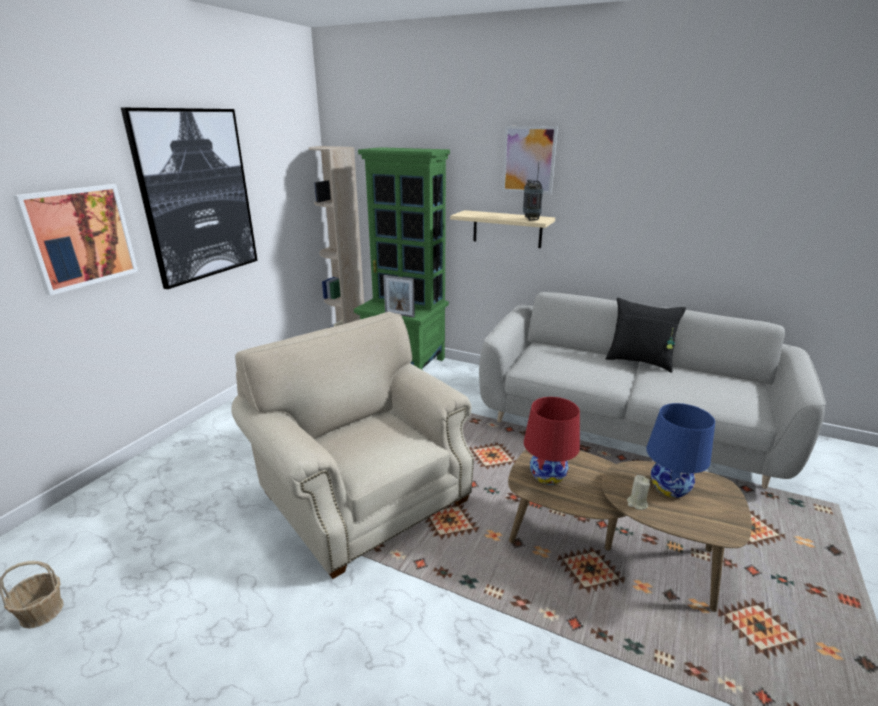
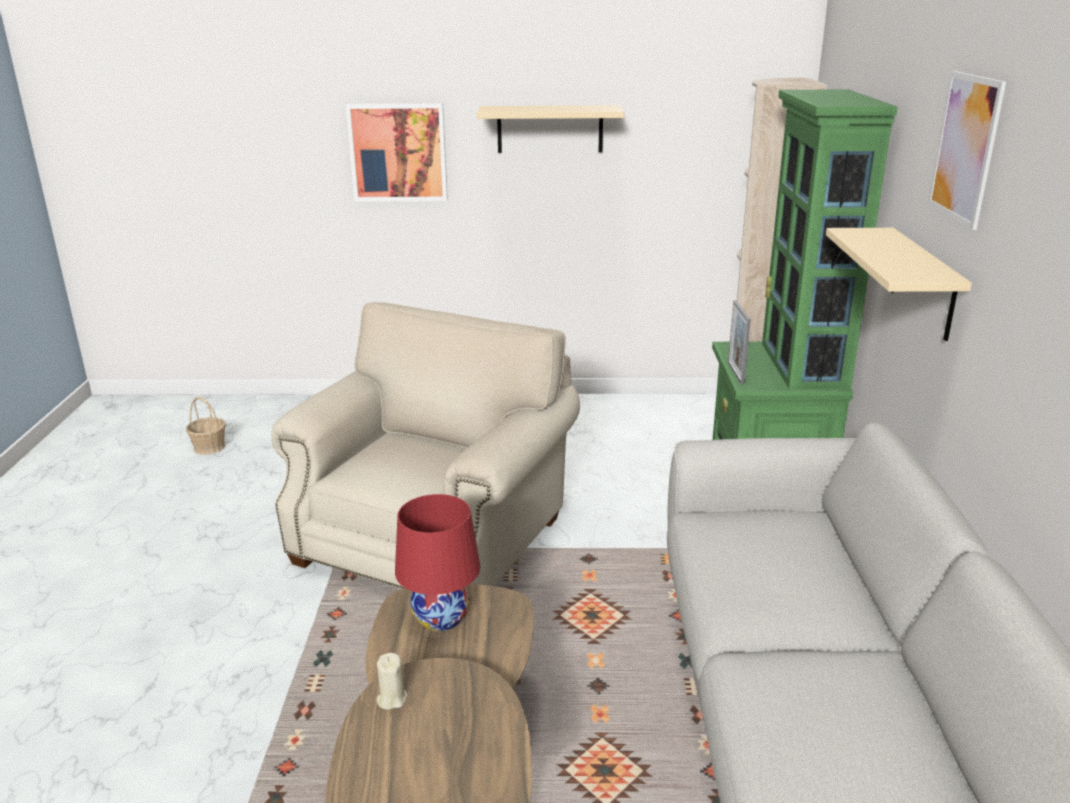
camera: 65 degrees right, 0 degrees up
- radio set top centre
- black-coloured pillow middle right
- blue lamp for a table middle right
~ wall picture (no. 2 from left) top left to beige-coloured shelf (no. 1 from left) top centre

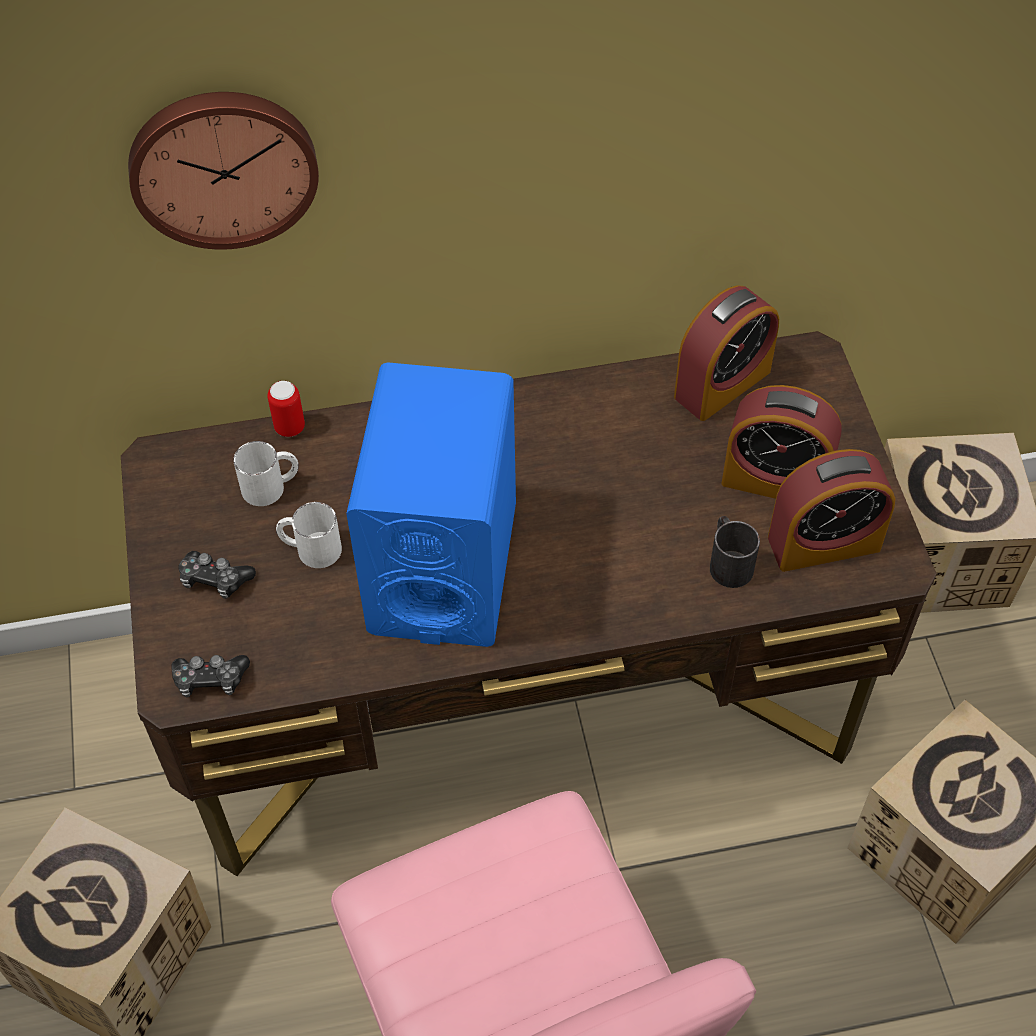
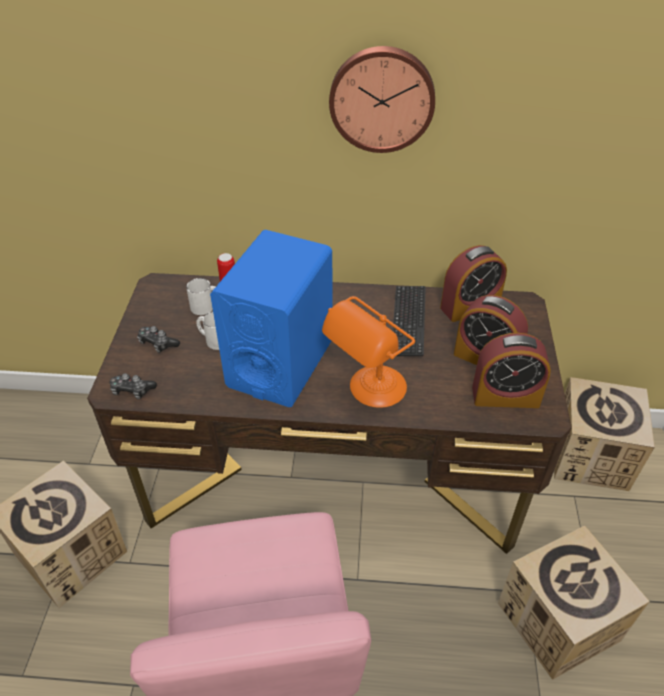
camera: 15 degrees right, 10 degrees down
- black-coloured tea mug middle right
+ orange-coloured lamp for a table centre
+ keyboard centre
~ clock on the wall top left to top centre

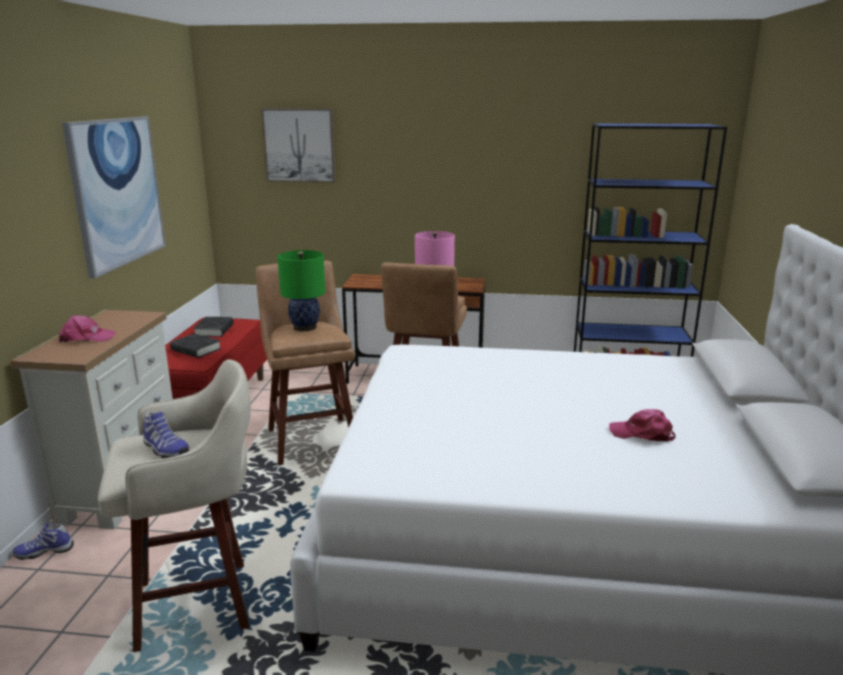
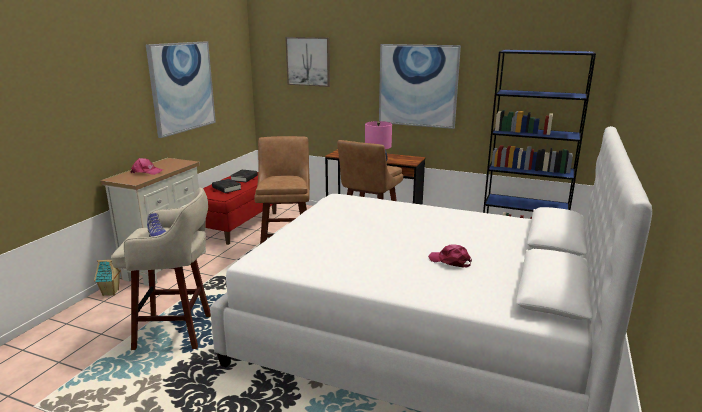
camera: 15 degrees right, 0 degrees up
- greenish lamp for a table centre
+ wall picture (no. 3 from left) top centre
~ low shoe (no. 1 from left) bottom left to toy house bottom left

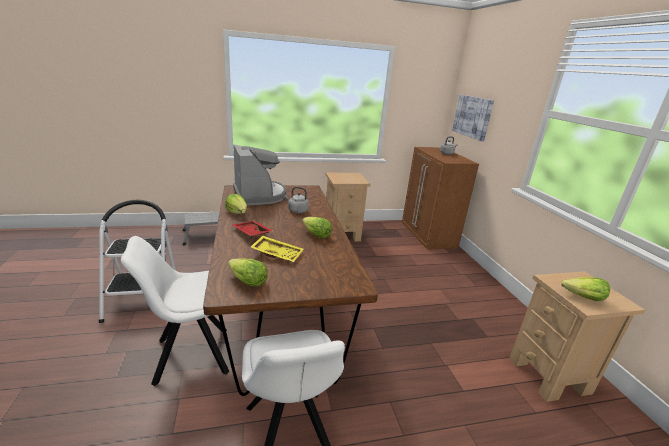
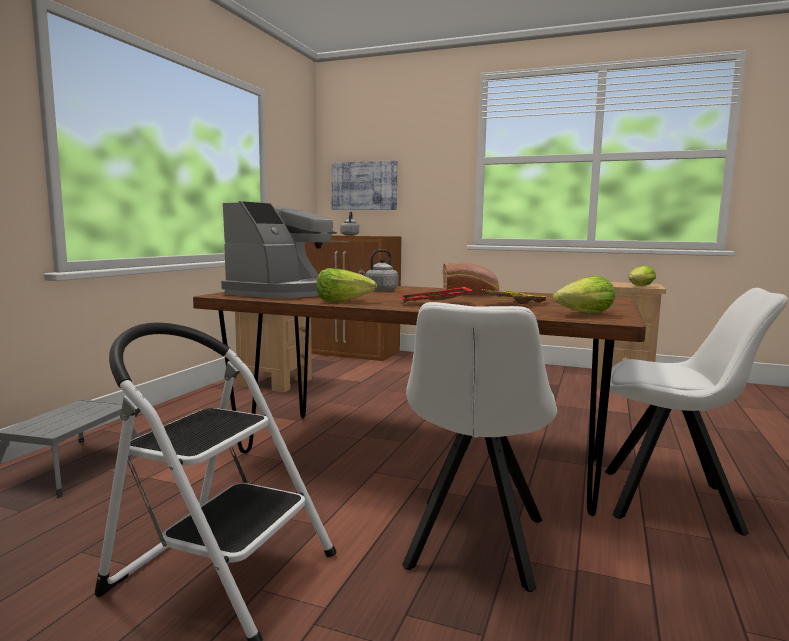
camera: 55 degrees left, 15 degrees down
~ lettuce (no. 3 from left) centre to bread centre
~ coffee brewer centre = centre 105 degrees clockwise

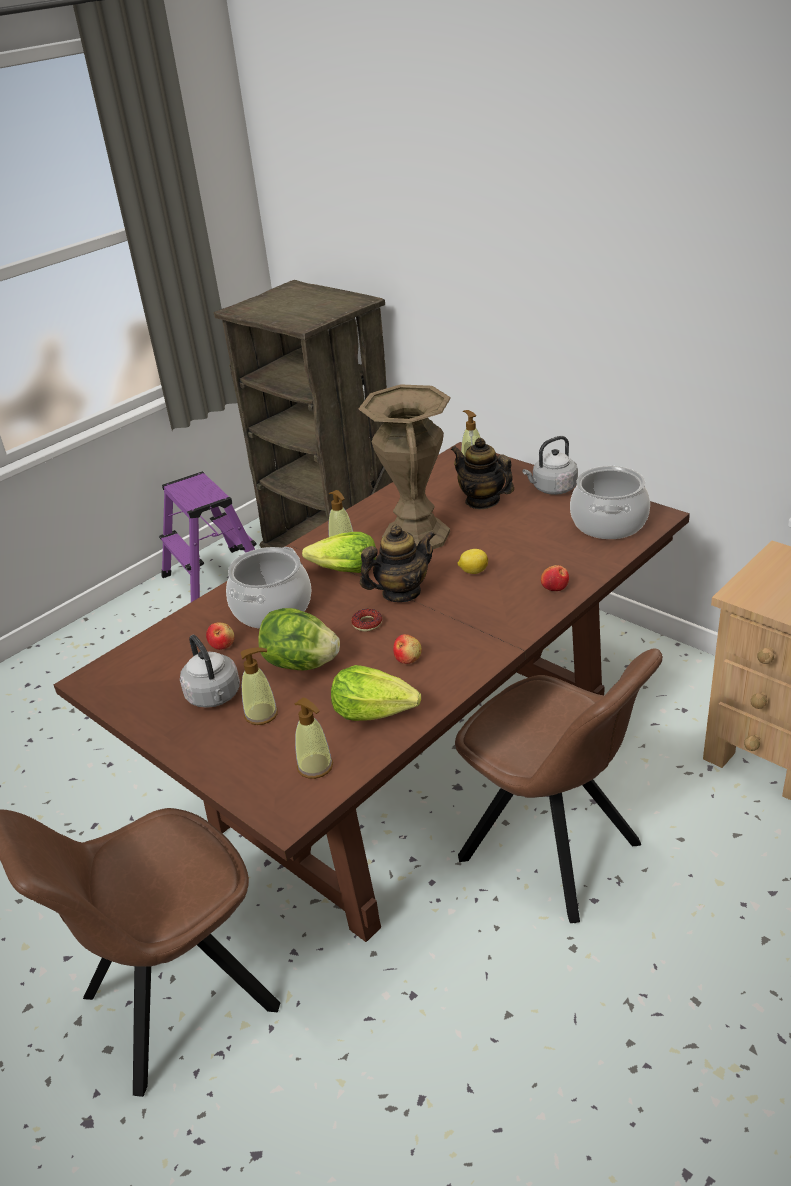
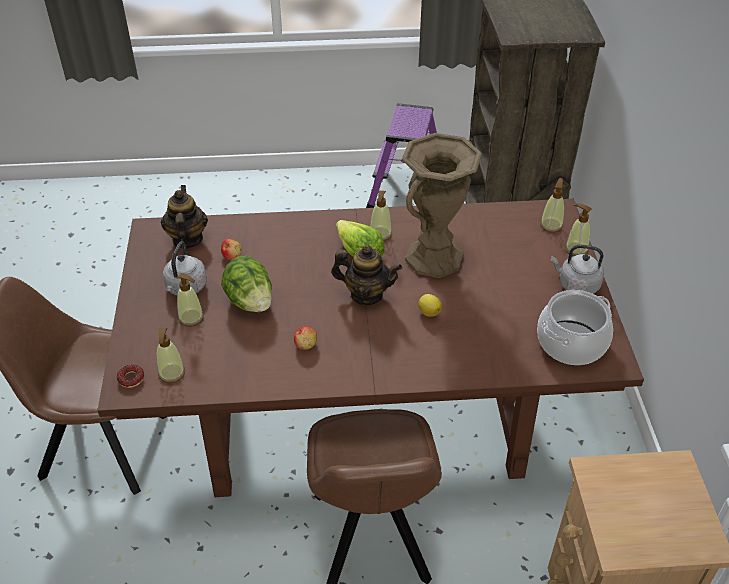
camera: 40 degrees right, 10 degrees up
- cooking pot (no. 1 from left) centre
- lettuce (no. 3 from left) centre
- whole apple (no. 3 from left) middle right
+ soap bottle (no. 5 from left) middle right
~ donut centre to middle left
~ teapot (no. 2 from left in the first image) centre to teapot (no. 1 from left) middle left

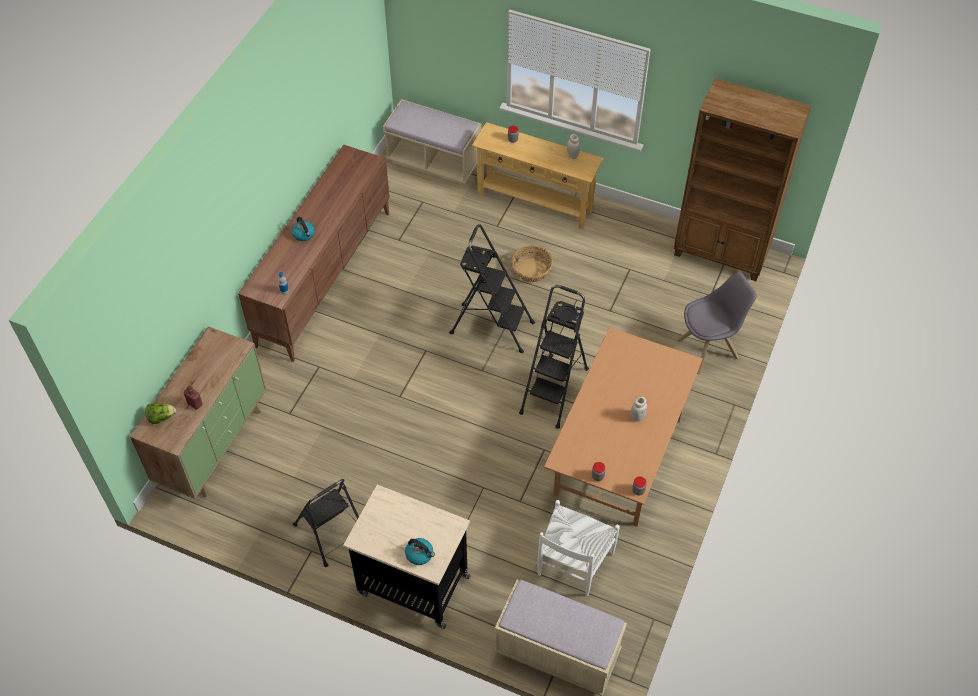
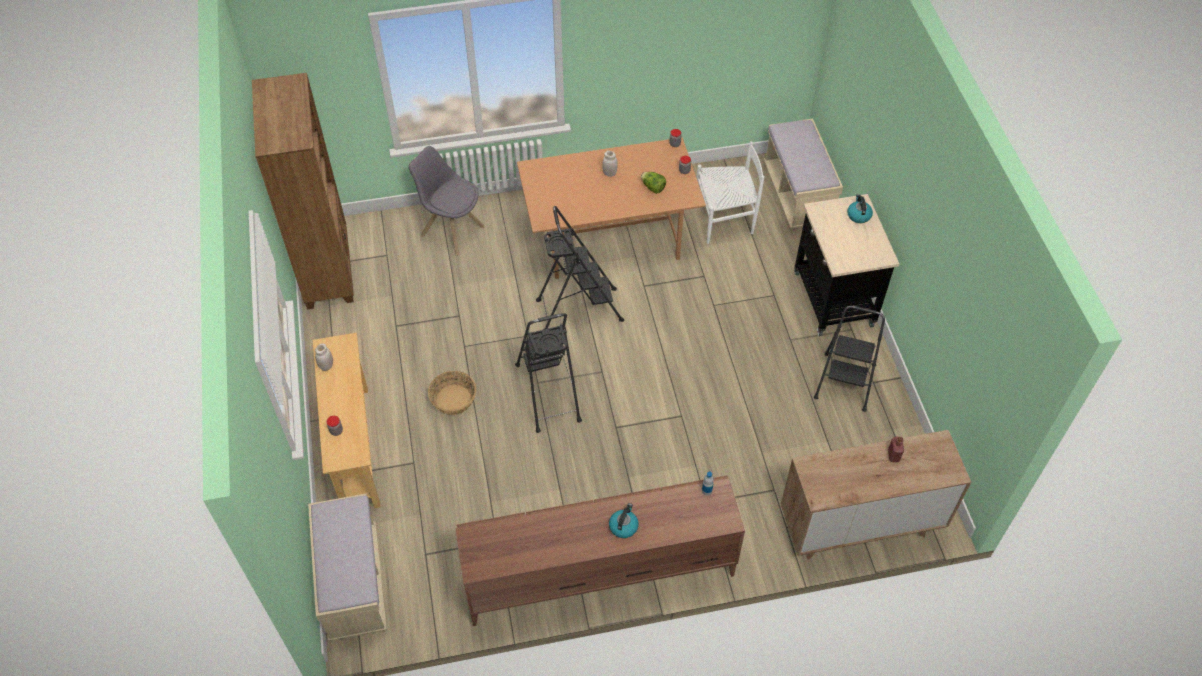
camera: 125 degrees left, 0 degrees up
~ lettuce middle left to top centre

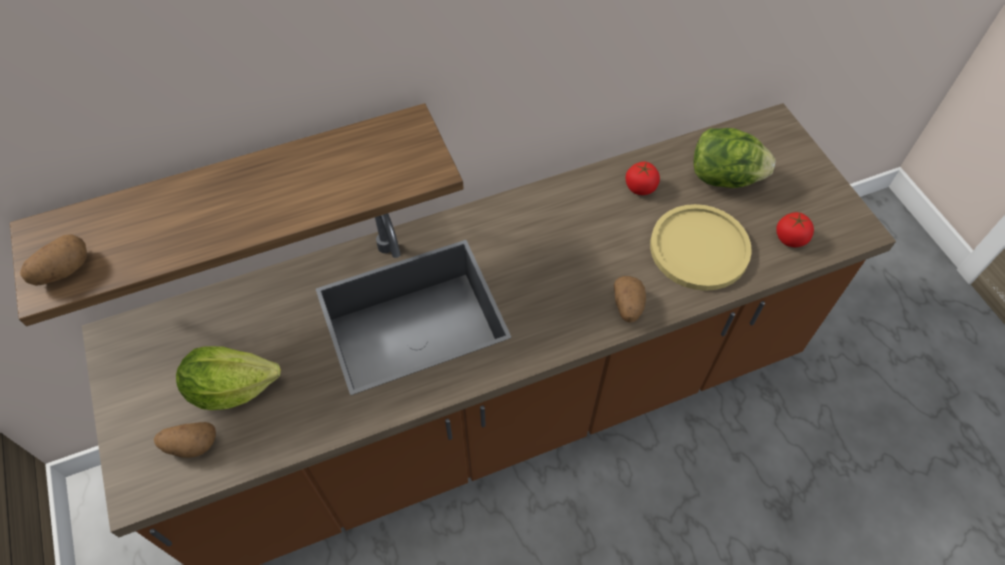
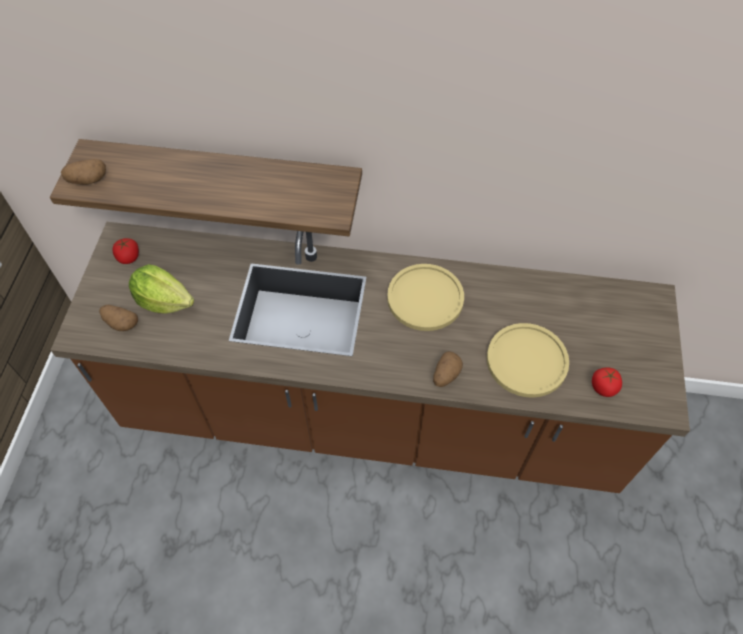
camera: 30 degrees right, 0 degrees up
- lettuce (no. 2 from left) top right
+ yellow-coloured plate (no. 1 from left) centre
~ whole tomato (no. 1 from left) top centre to middle left

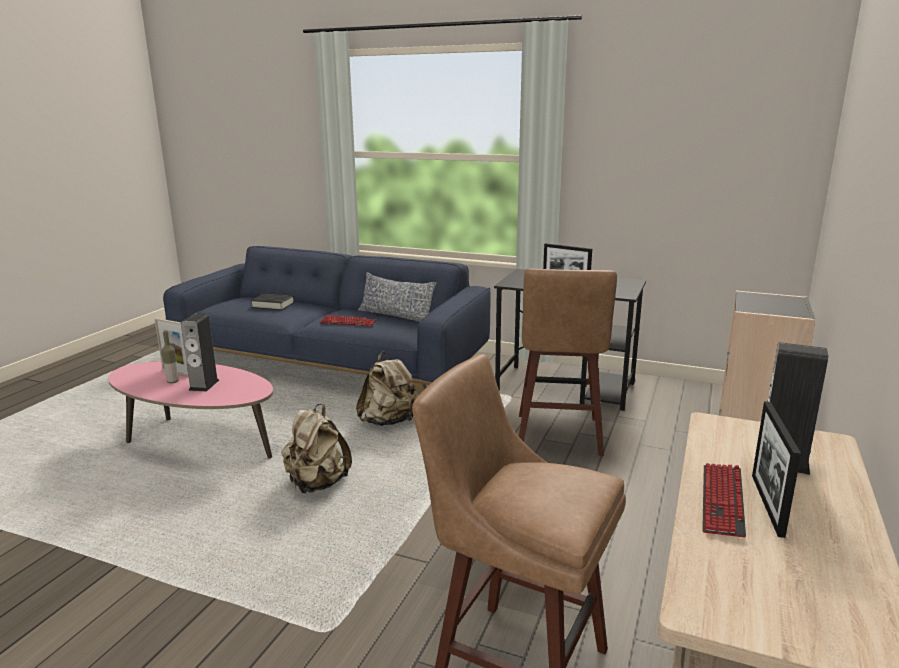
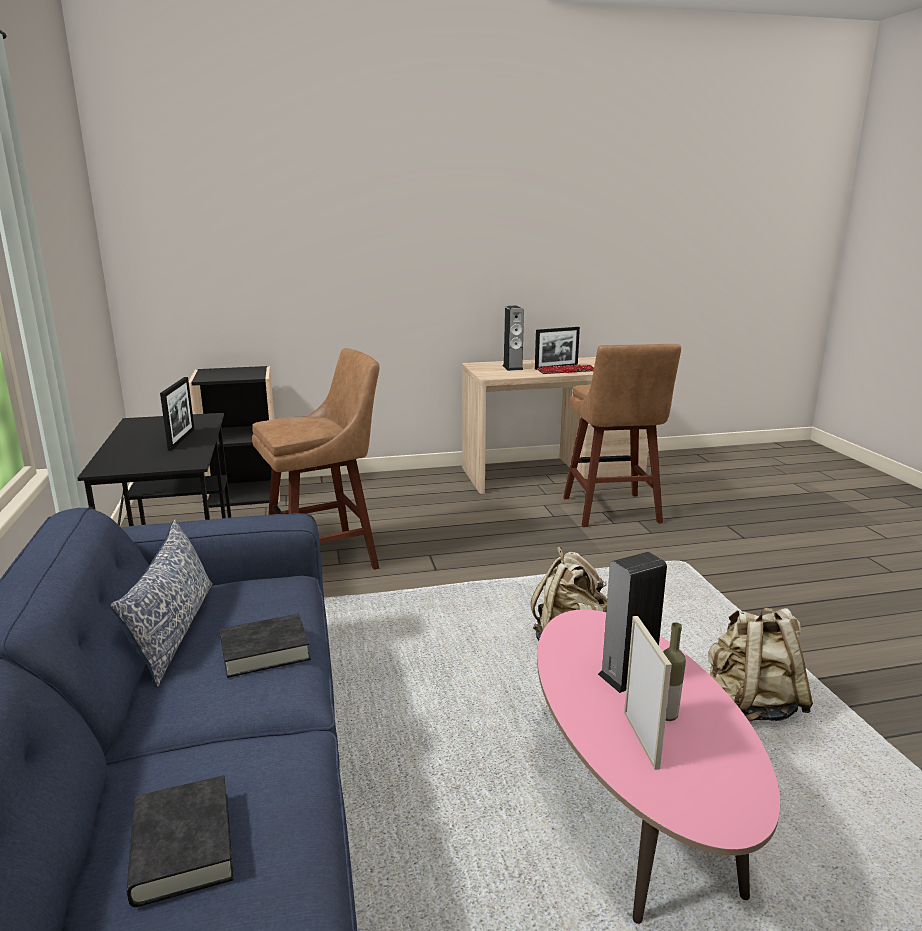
camera: 125 degrees left, 0 degrees up
~ beige-coloured backpack (no. 2 from left) centre to bottom right
~ keyboard (no. 1 from left) centre to black-coloured bound book (no. 2 from left) bottom left

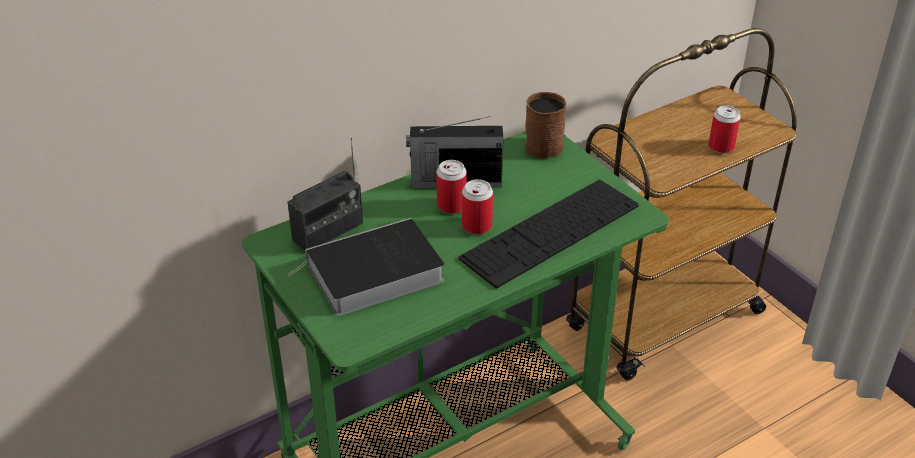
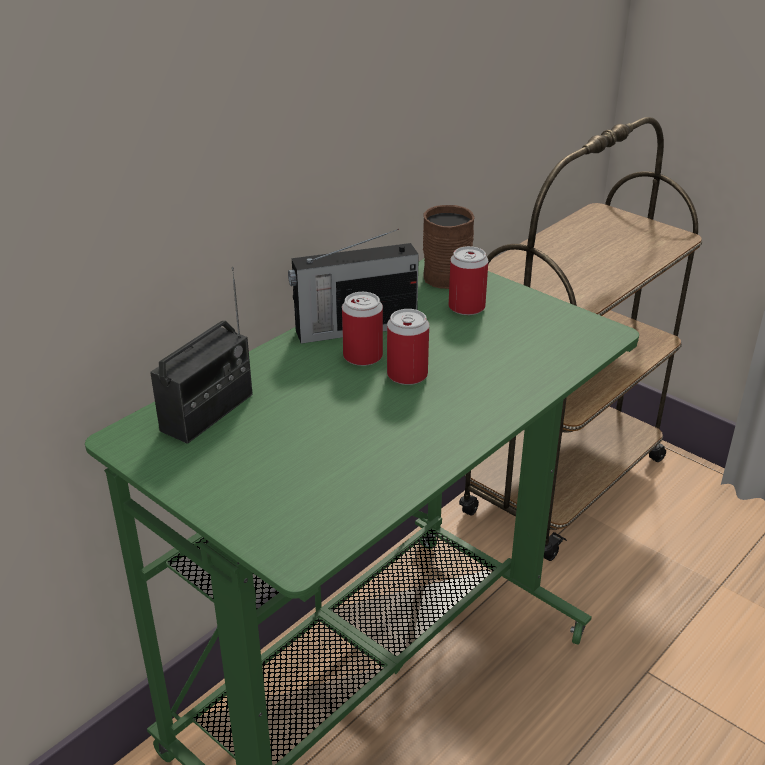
camera: 15 degrees left, 5 degrees down
- bound book centre
- keyboard centre
~ can (no. 3 from left) top right to centre

